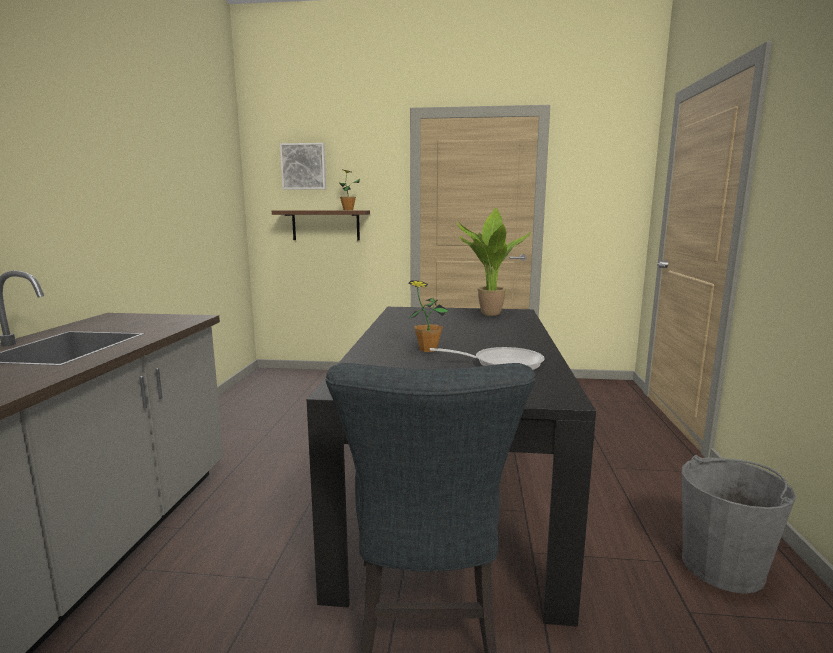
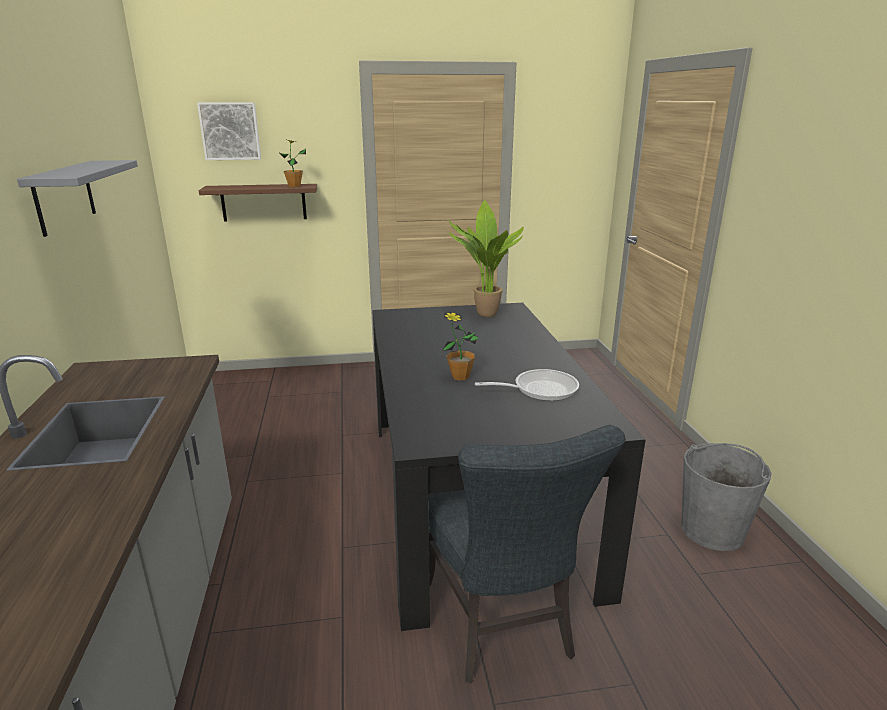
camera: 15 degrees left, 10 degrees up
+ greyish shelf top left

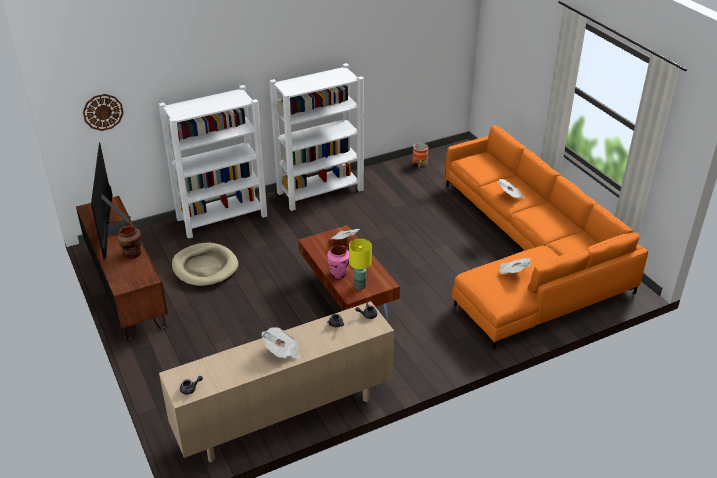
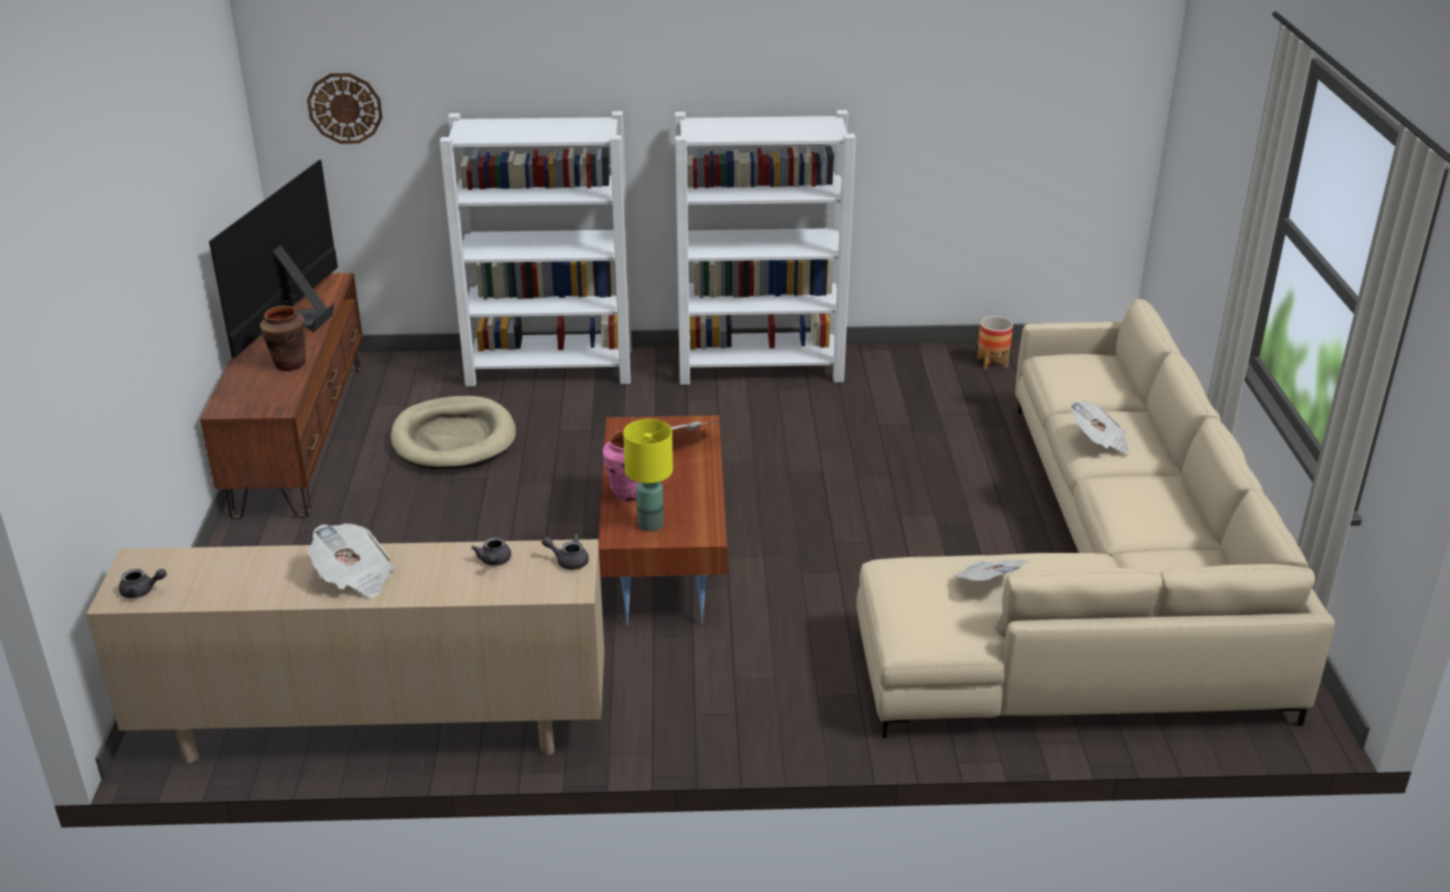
camera: 25 degrees right, 5 degrees down
~ orange-coloured settee middle right to beige-coloured settee middle right

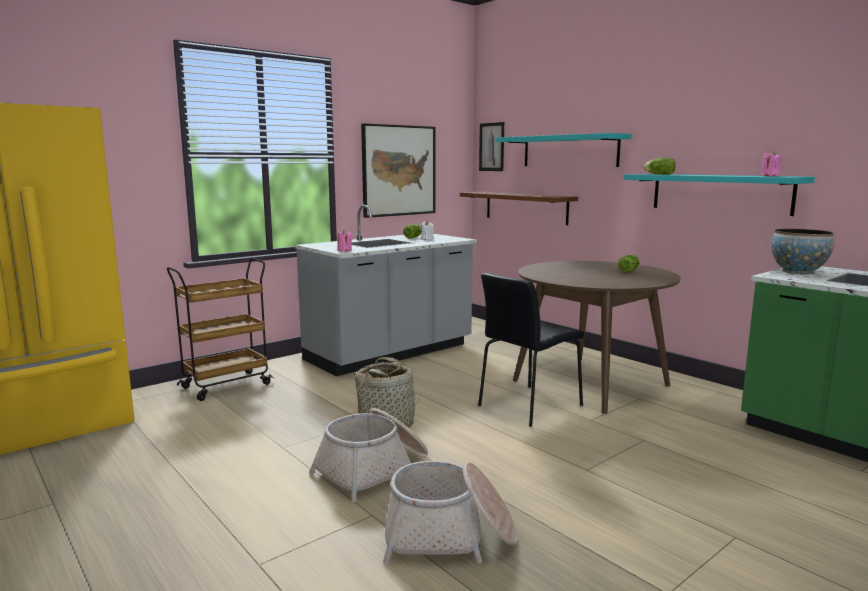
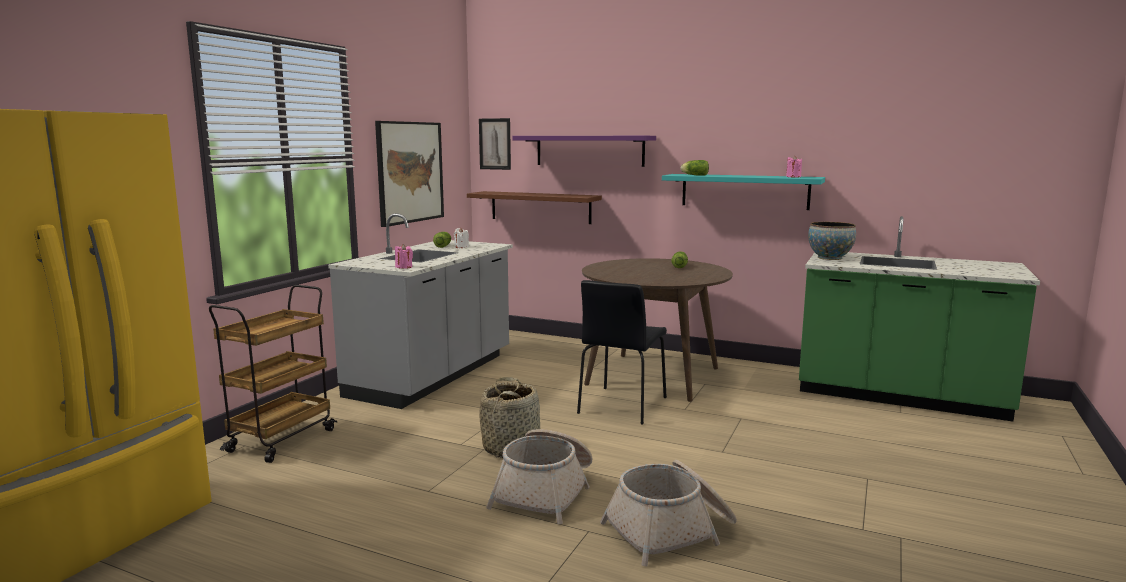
camera: 25 degrees left, 0 degrees up
~ blue-green shelf (no. 1 from left) top centre to purplish shelf top centre

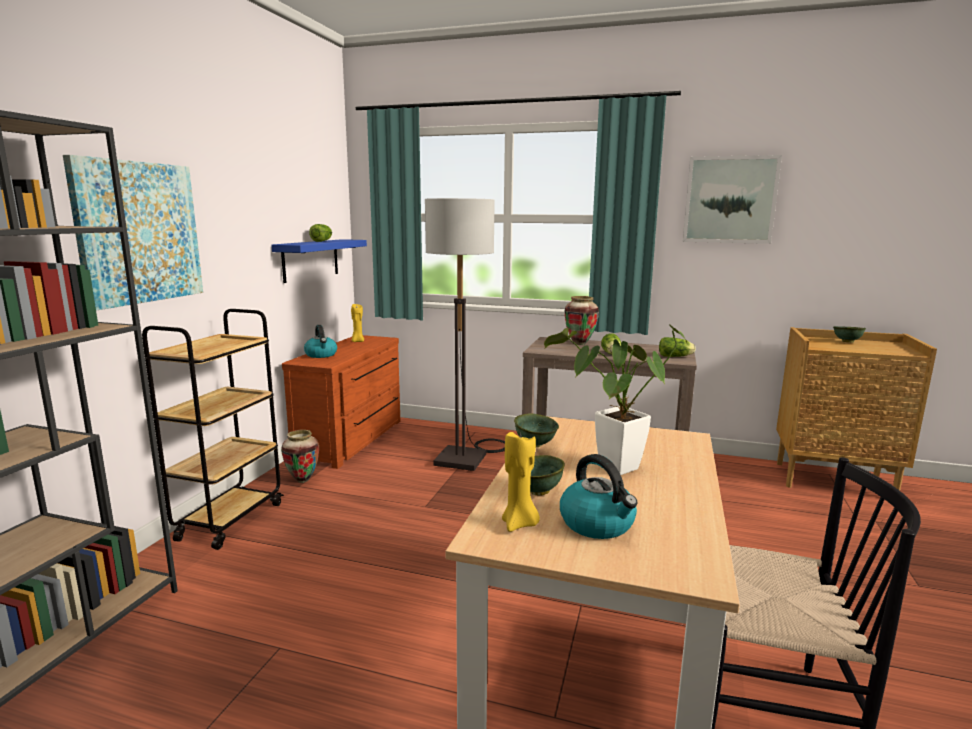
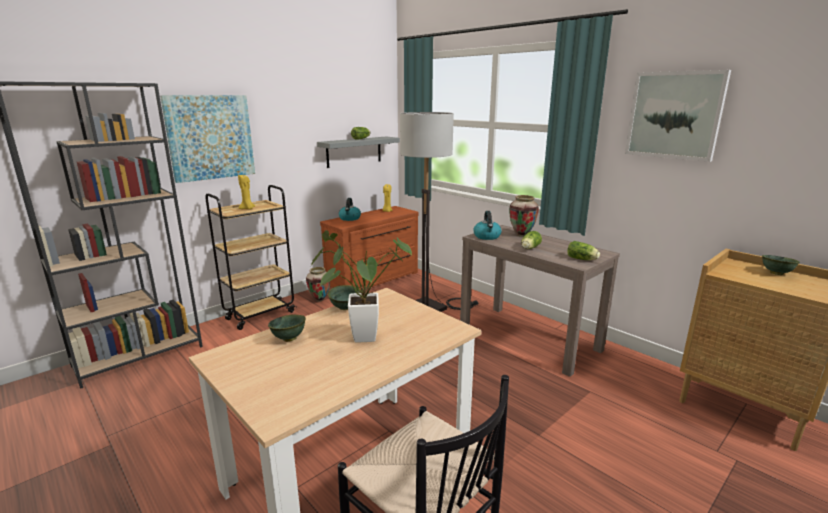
camera: 30 degrees right, 5 degrees up
~ yellow-coloured wax candle (no. 2 from left in the first image) centre to yellow-coloured wax candle (no. 1 from left) middle left
~ tea kettle (no. 2 from left) bottom centre to centre
~ blue shelf middle left to greyish shelf top centre

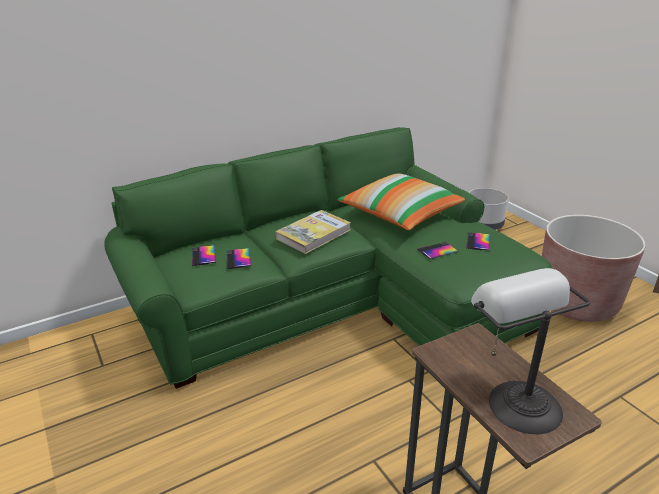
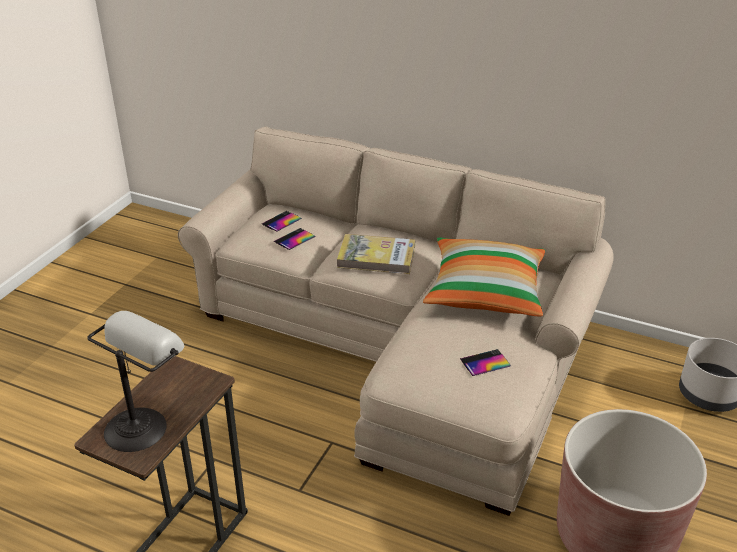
camera: 55 degrees right, 5 degrees up
- telephone (no. 3 from left) centre
~ greenish settee centre to beige-coloured settee centre

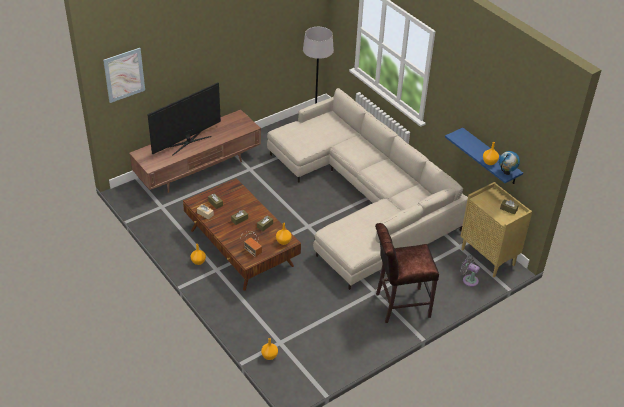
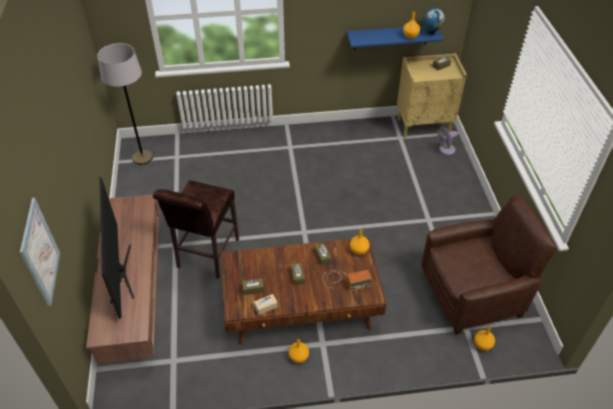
camera: 60 degrees left, 5 degrees up
- beige-coloured settee centre
+ brownish armchair middle right
~ brownish sitting stool bottom centre to middle left

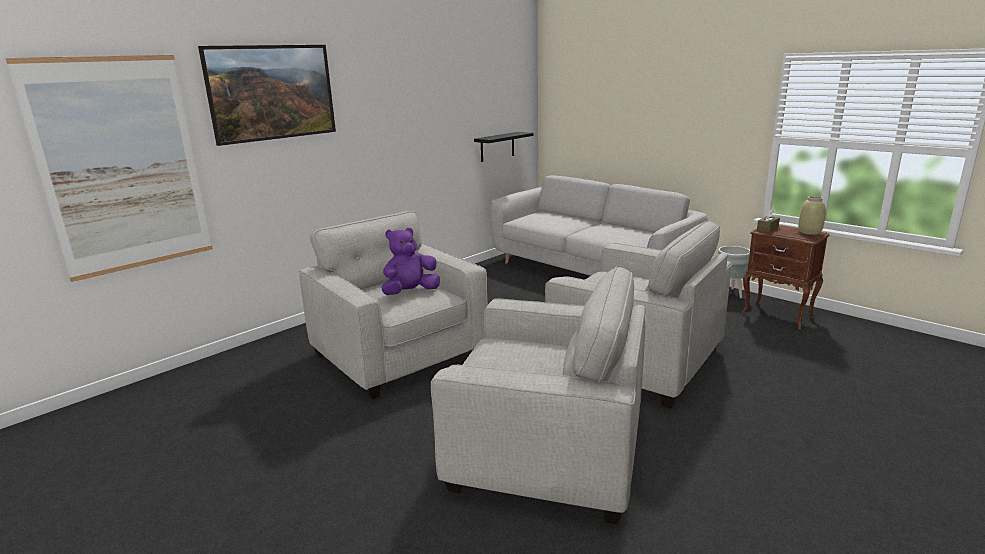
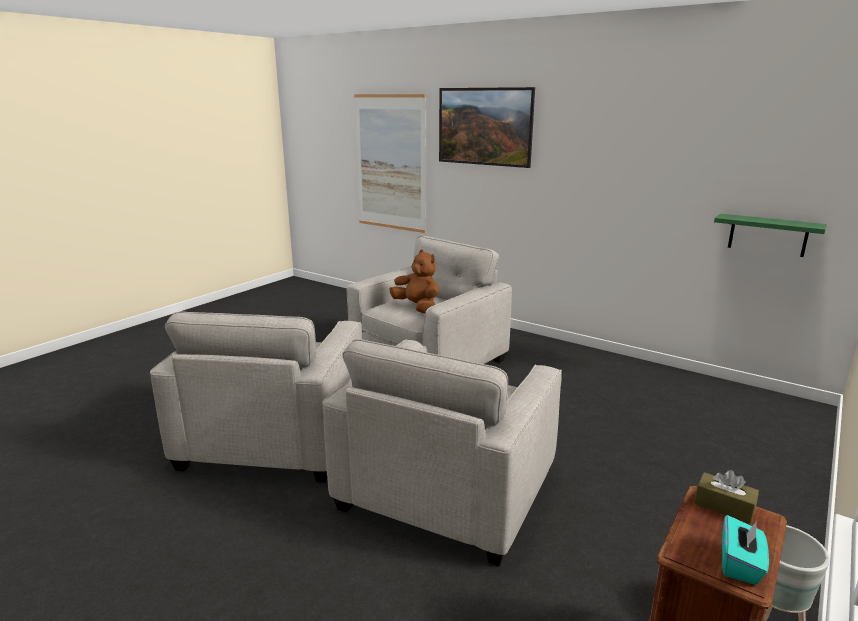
camera: 80 degrees right, 0 degrees up
- greyish settee centre
~ beige-coloured decorative vase middle right to blue-green tissue box bottom right
~ purplish cuddly toy centre to brownish cuddly toy centre
~ black-coloured shelf top centre to greenish shelf middle right

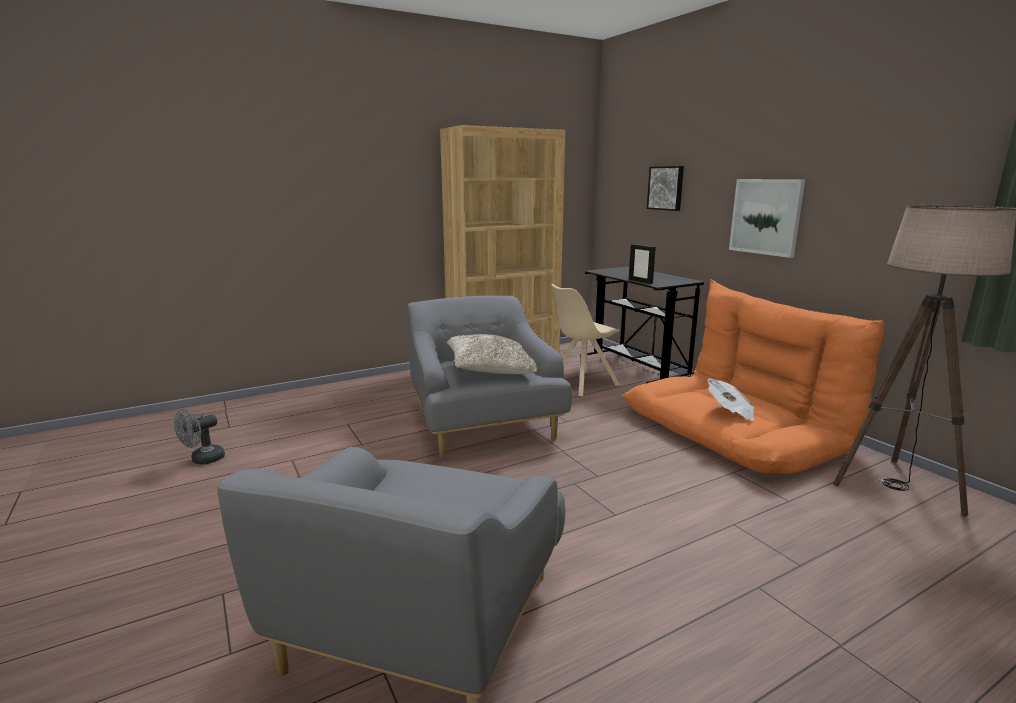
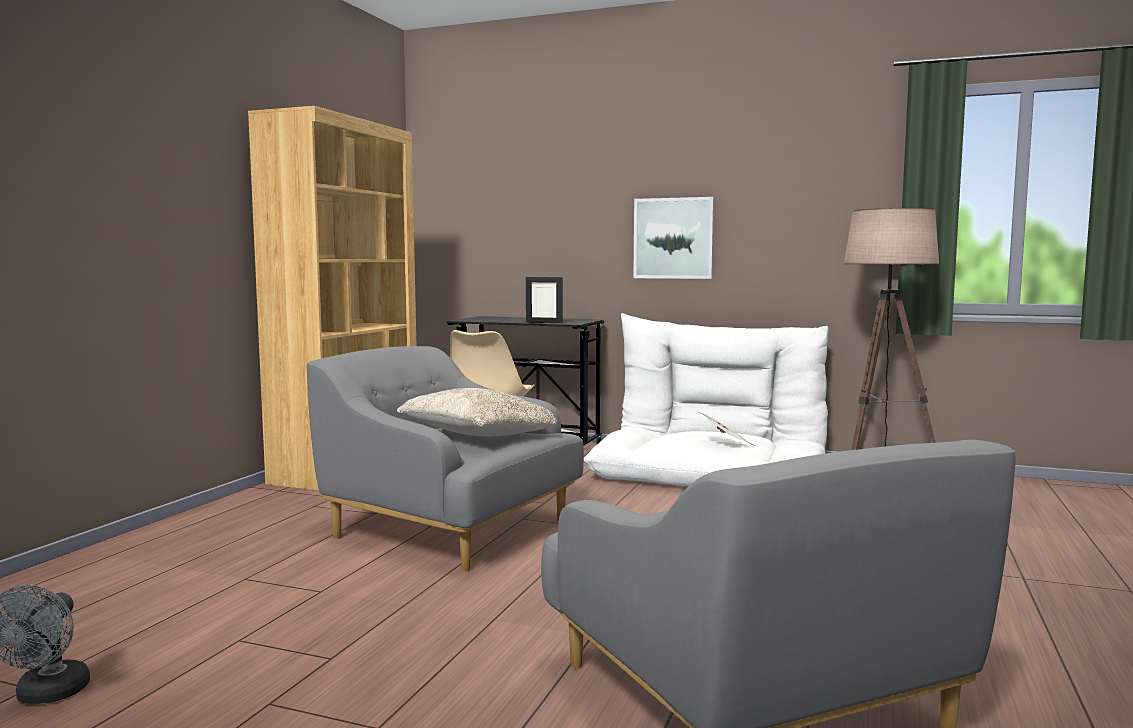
camera: 40 degrees left, 10 degrees down
- wall picture (no. 1 from left) top centre
~ orange-coloured settee middle right to whitish settee centre

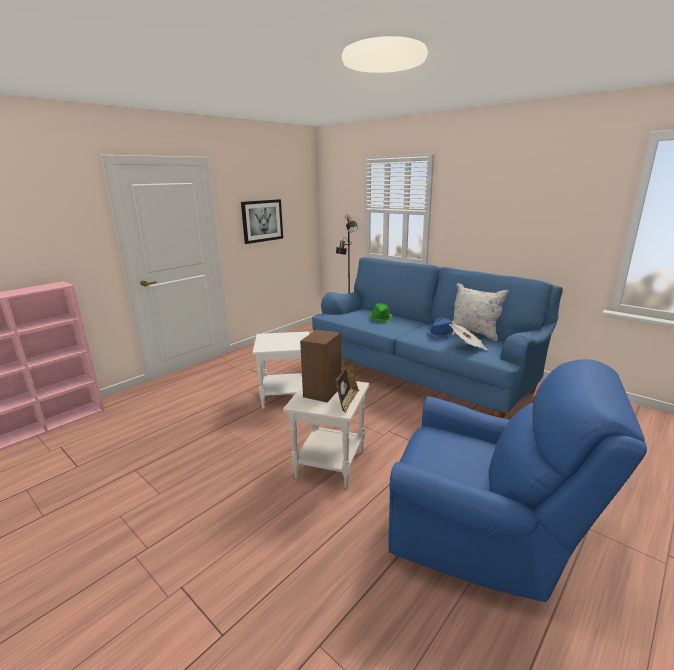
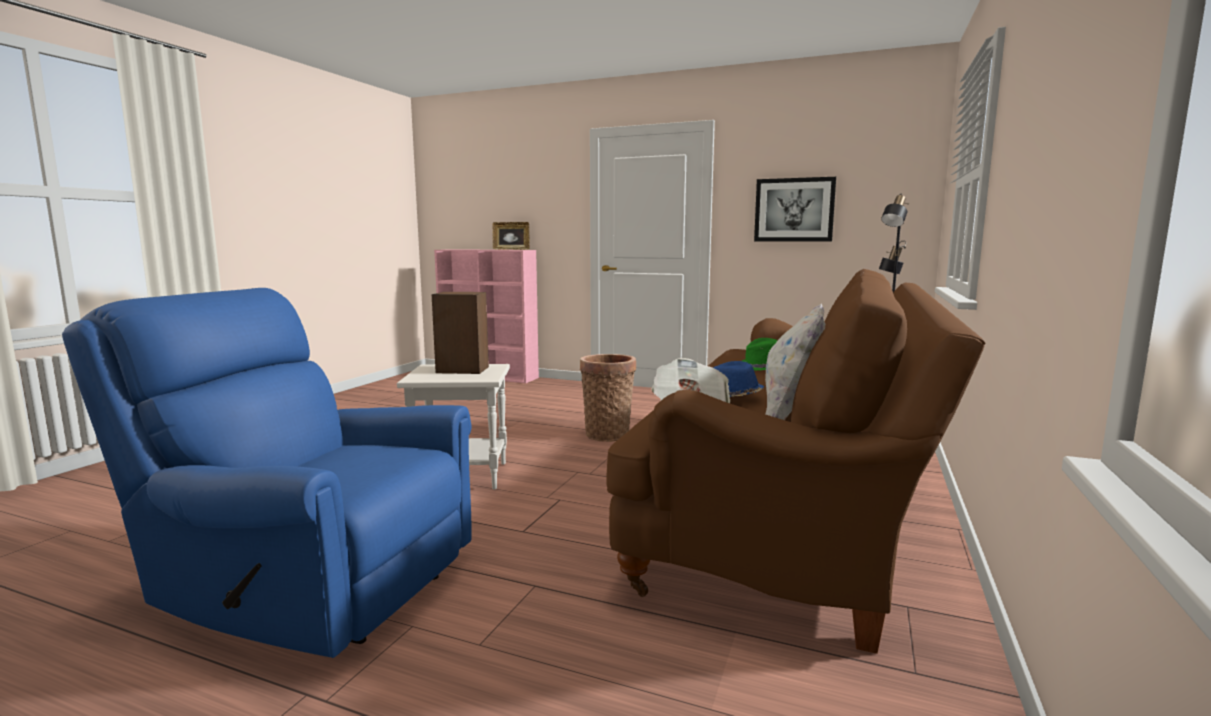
camera: 70 degrees right, 10 degrees down
~ standing frame centre to top centre
~ whitish end table (no. 1 from left) centre to storage basket centre
~ blue settee centre to brownish settee centre
~ blue armchair bottom right = middle left 105 degrees clockwise

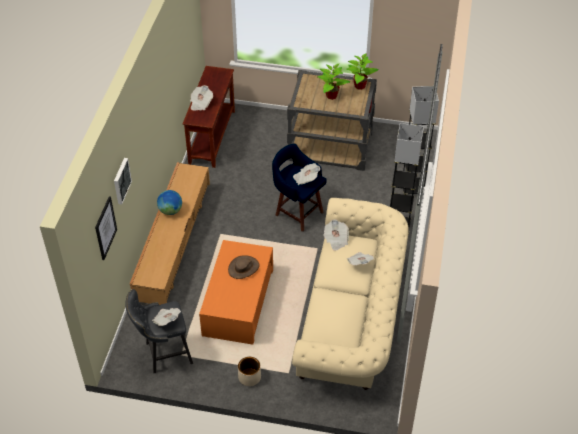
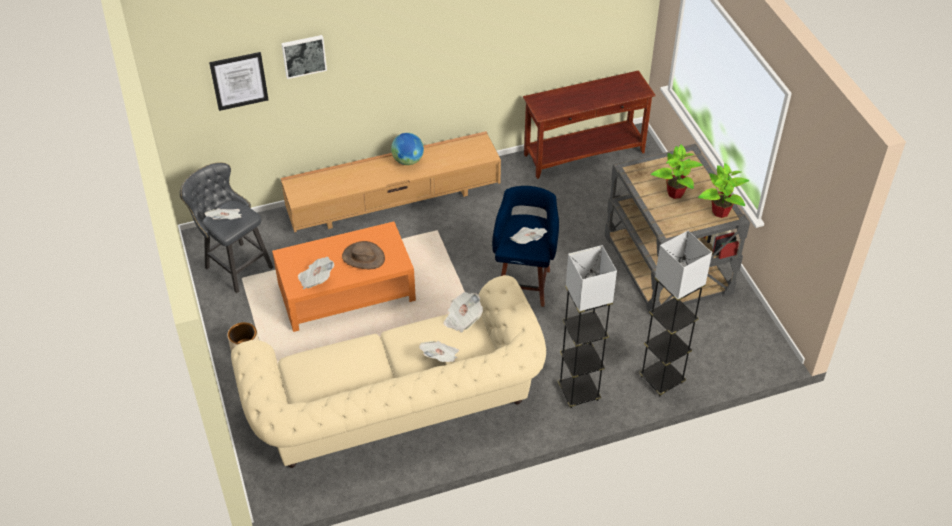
camera: 60 degrees right, 0 degrees up
~ newspaper (no. 2 from left) top centre to middle left

